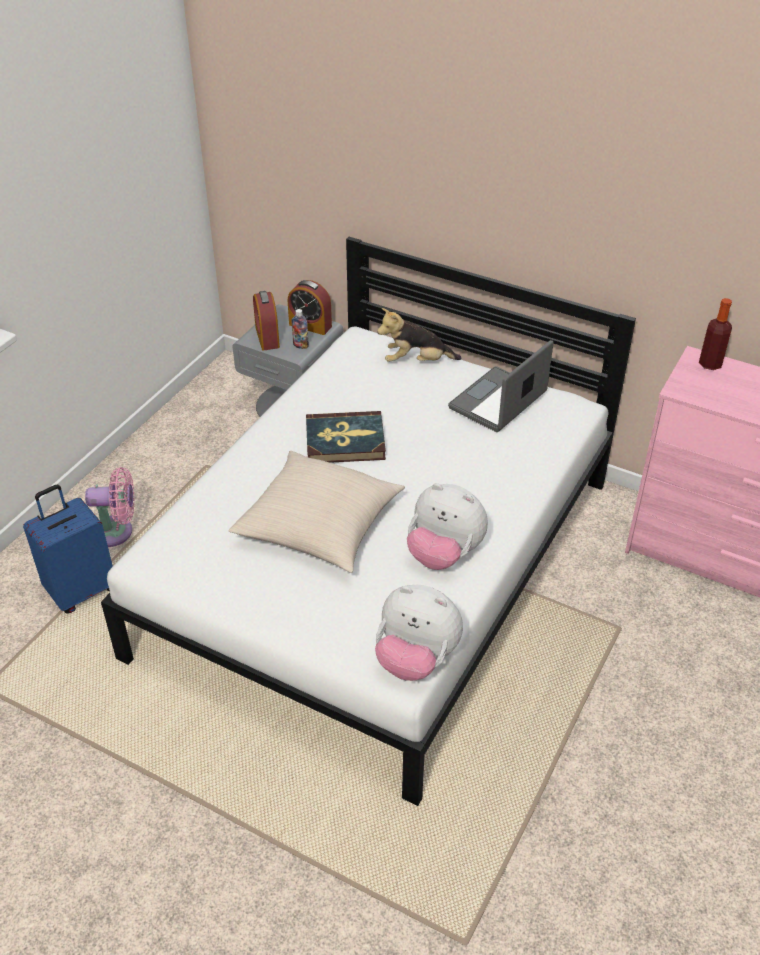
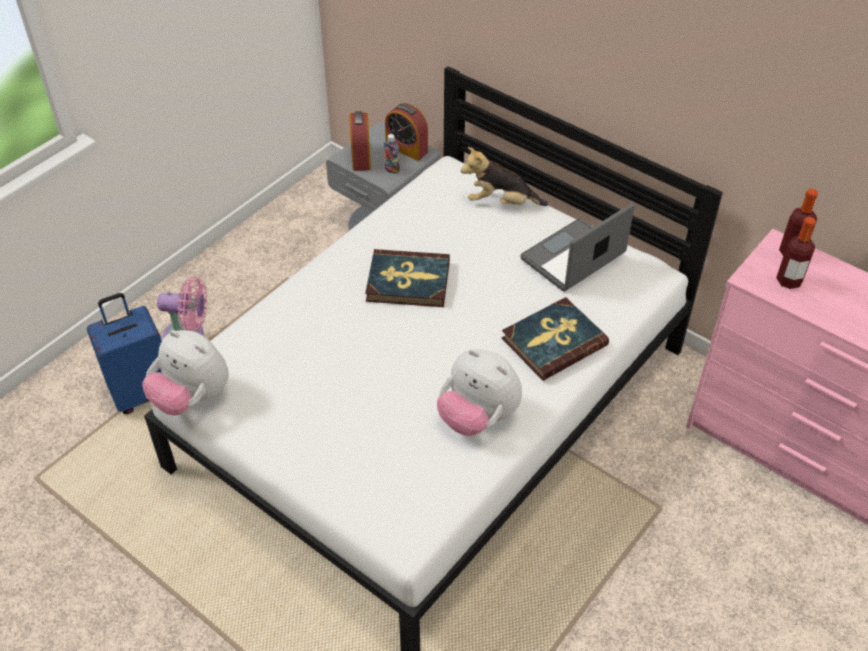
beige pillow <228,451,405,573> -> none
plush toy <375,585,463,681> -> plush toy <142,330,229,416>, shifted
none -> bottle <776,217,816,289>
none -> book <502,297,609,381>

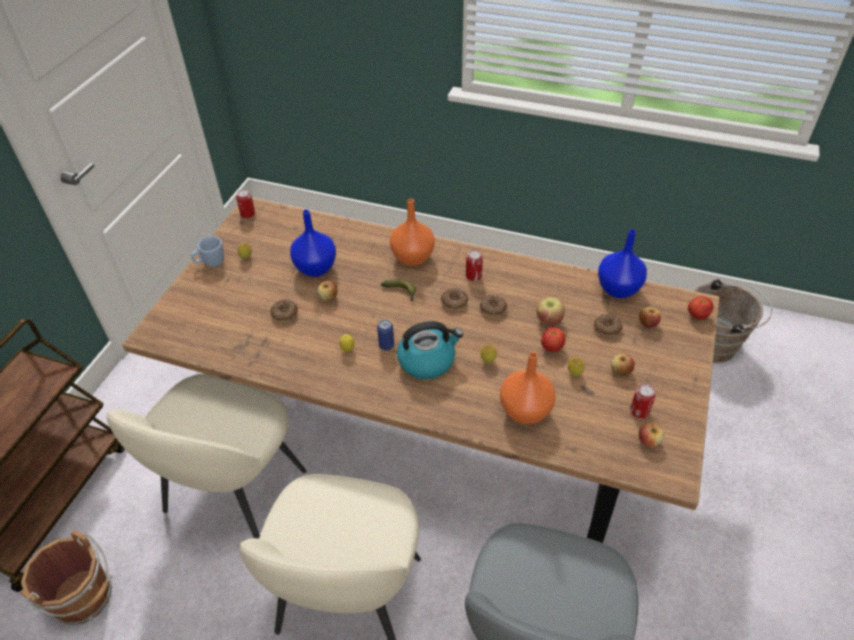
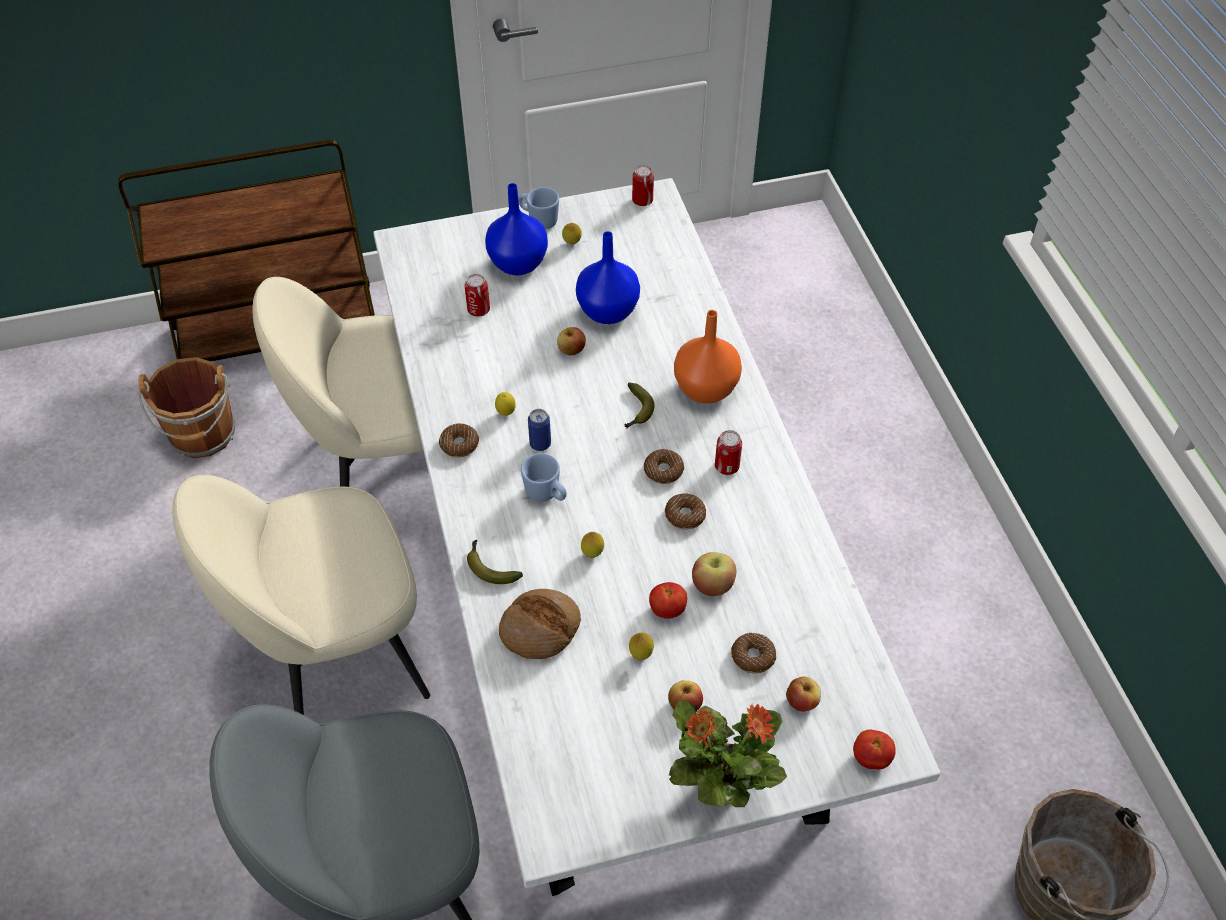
brown dining table <122,198,719,543> -> white dining table <373,178,940,896>
blue vase <598,229,647,298> -> blue vase <485,183,548,276>, shifted
donut <270,299,298,322> -> donut <439,423,479,458>, shifted
kettle <397,321,463,379> -> blue mug <521,453,567,502>
orange vase <500,352,556,425> -> bread <499,589,581,659>
can <630,384,656,418> -> can <465,274,490,317>, shifted
apple <639,423,664,447> -> none
none -> banana <467,540,523,584>
none -> potted plant <669,700,787,807>

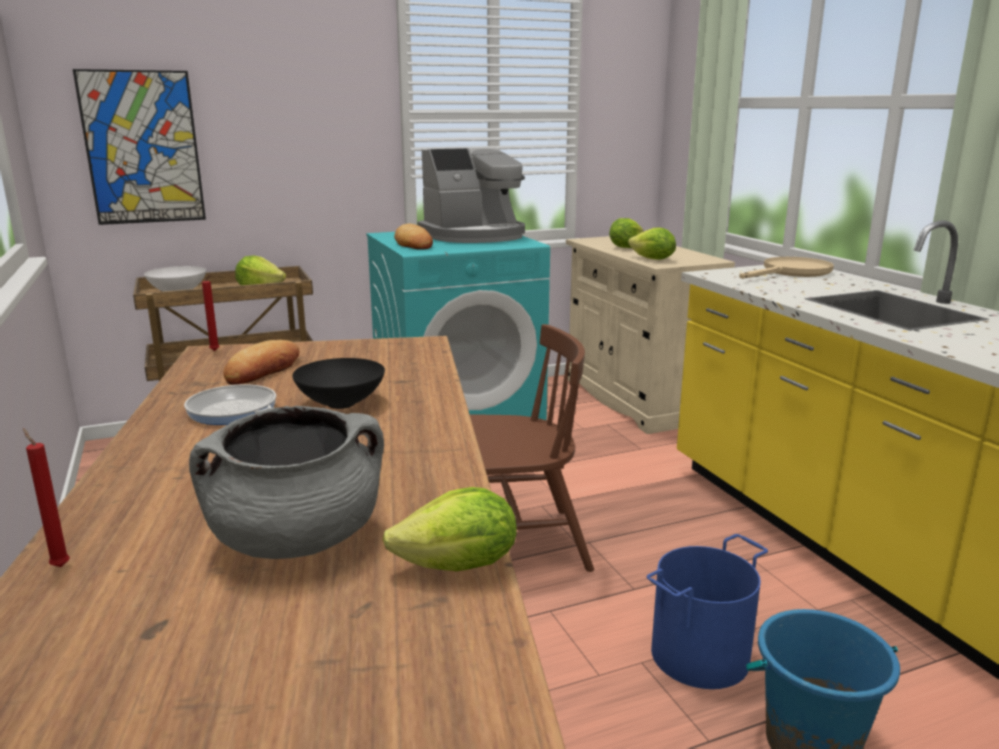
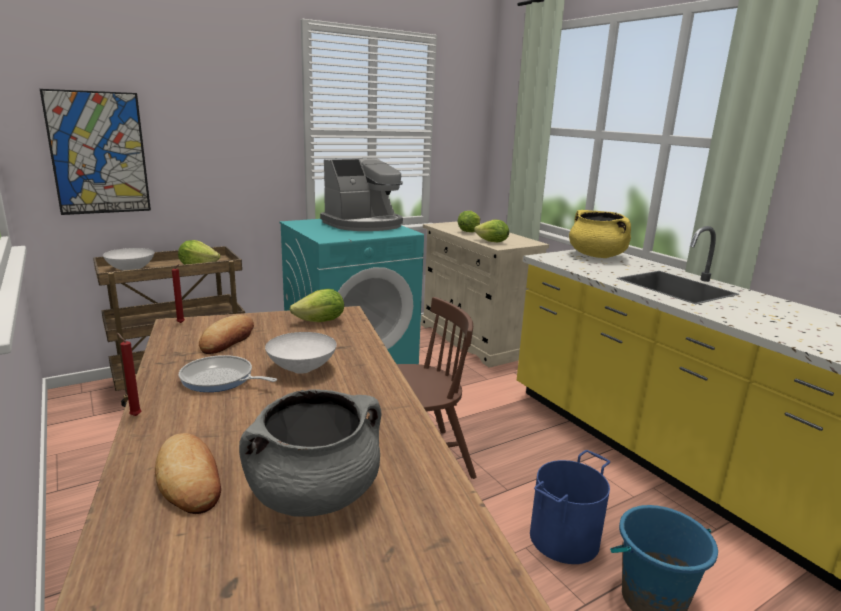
bread <394,224,433,250> -> bread <155,433,221,514>, shifted
beige frying pan <739,257,834,279> -> yellow cooking pot <569,210,631,258>
black bowl <292,358,385,409> -> white bowl <265,332,337,374>
red candle <23,428,70,567> -> red candle <117,333,141,416>, shifted
lettuce <383,487,517,571> -> lettuce <290,289,344,322>, shifted

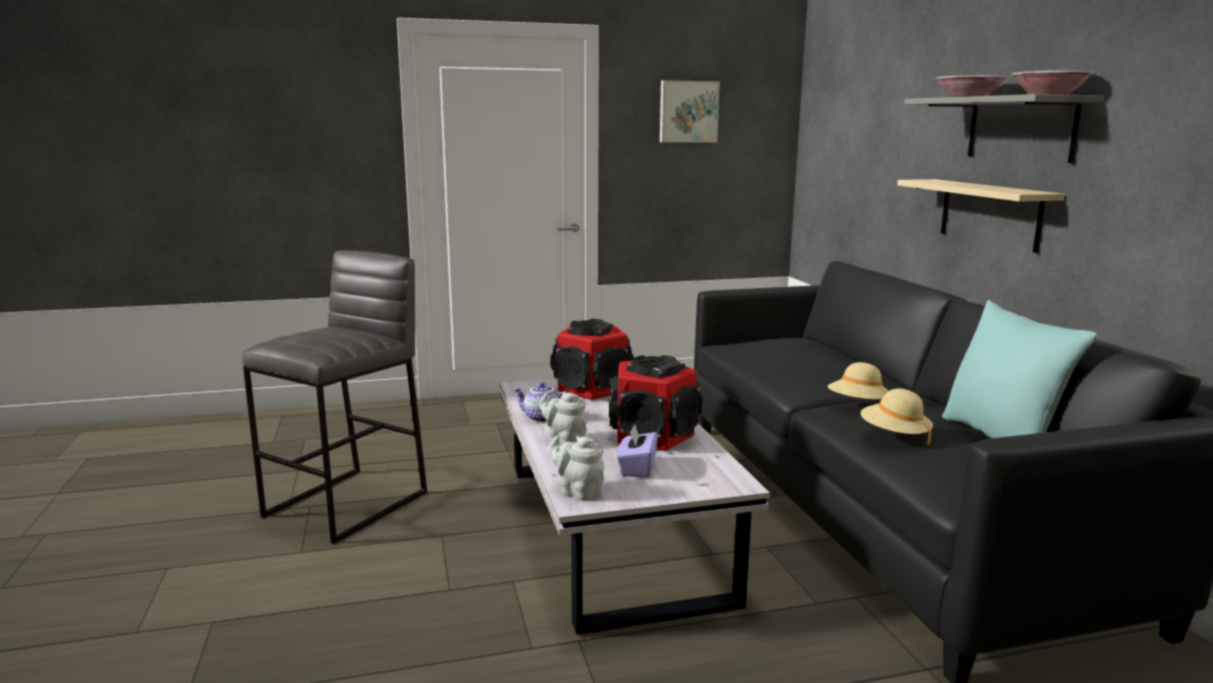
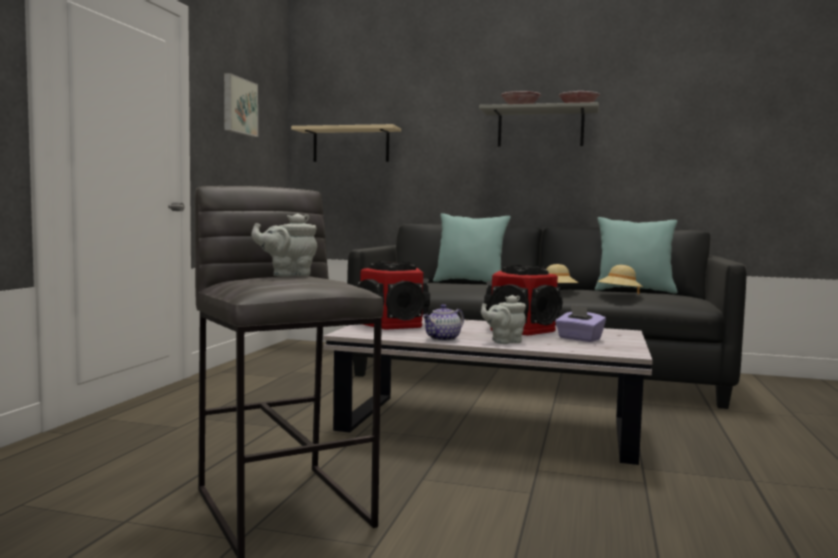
beige shelf <897,179,1065,253> -> beige shelf <291,124,401,162>, shifted
grey teapot <549,436,604,500> -> grey teapot <251,213,317,277>, shifted
none -> turquoise pillow <433,213,511,282>

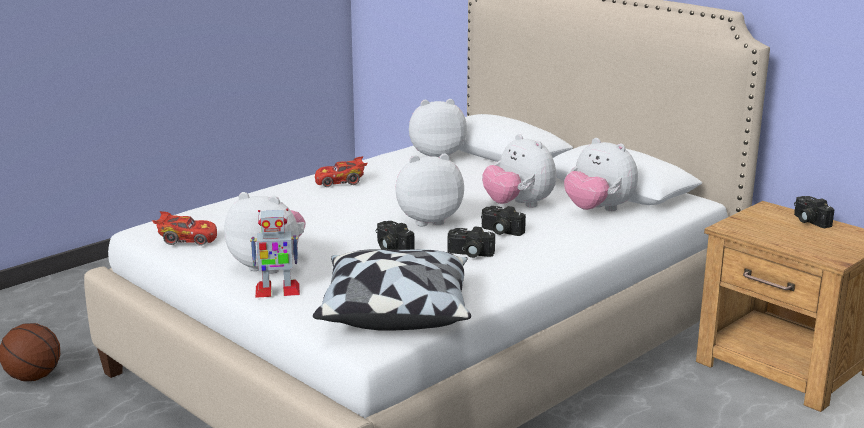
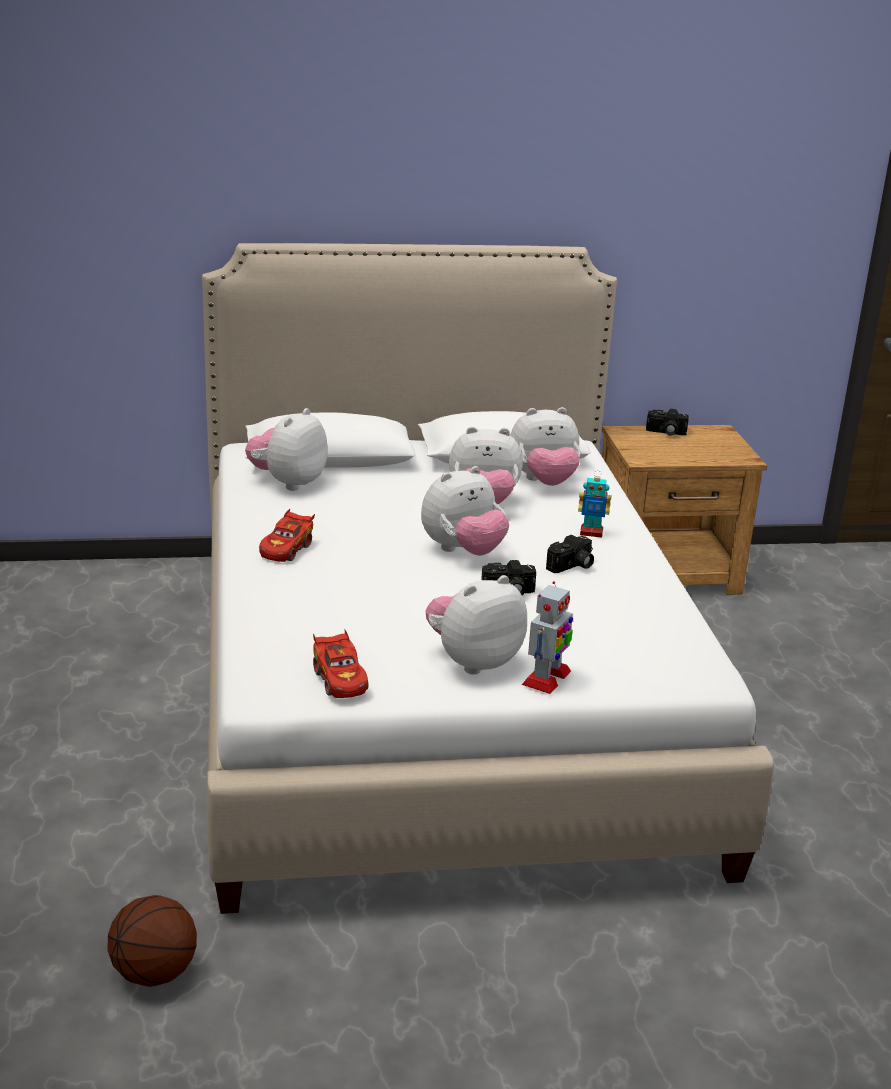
plush toy <395,153,464,226> -> plush toy <421,466,509,556>, 150 degrees counterclockwise
photo camera <481,206,526,236> -> none
red toy car <152,211,217,246> -> red toy car <313,630,368,698>, 120 degrees clockwise
pillow <313,249,471,331> -> none
none -> toy robot <578,470,611,538>

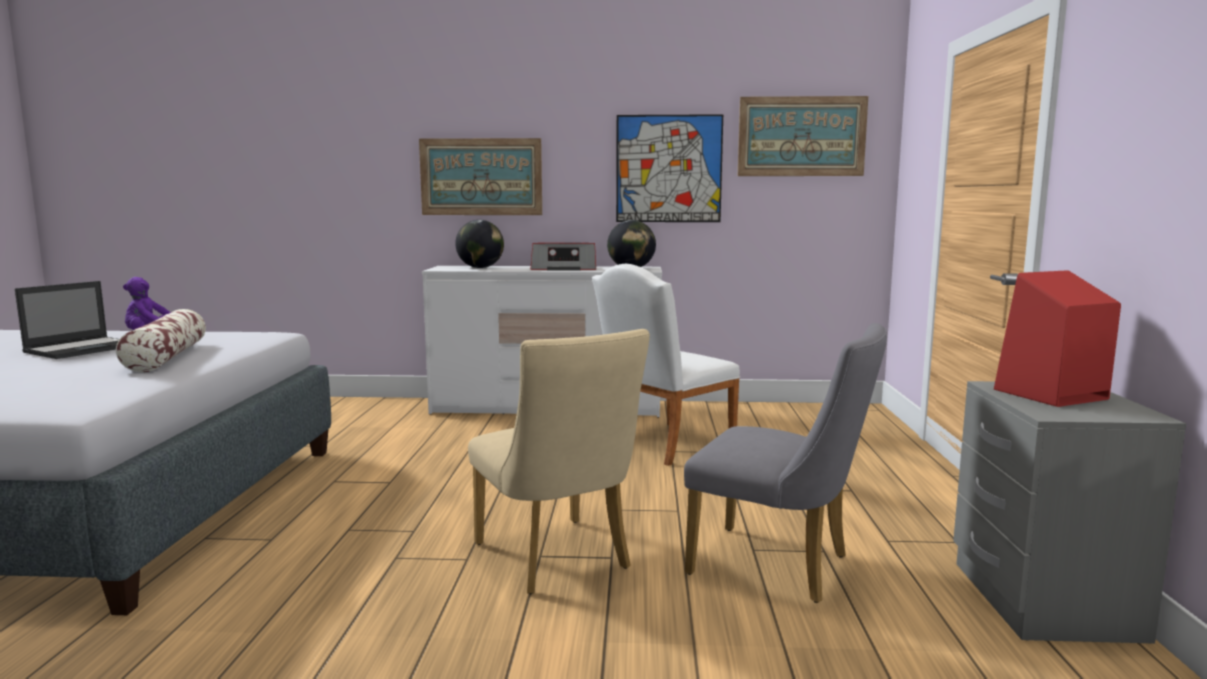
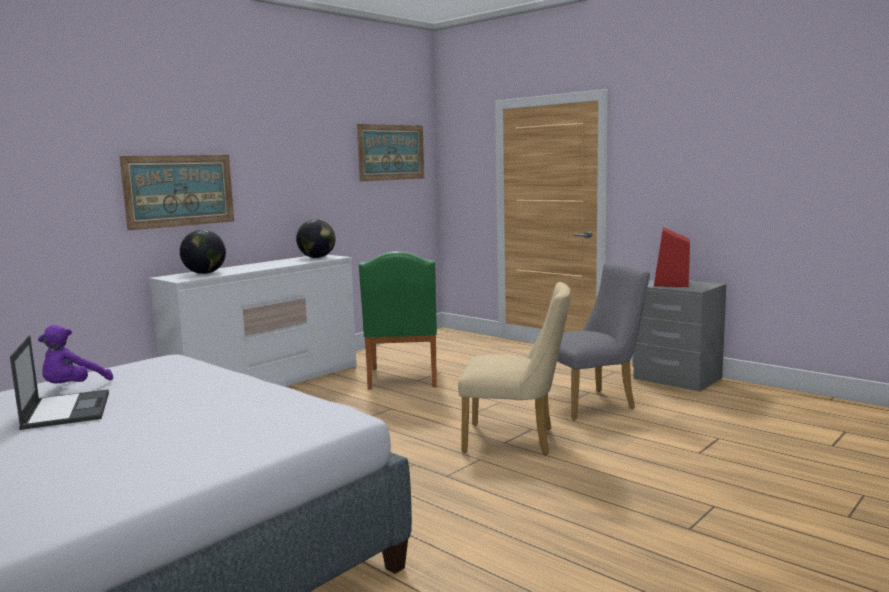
picture <616,114,723,222> -> none
radio <531,243,596,270> -> none
white chair <592,264,740,466> -> green chair <359,251,437,390>
pillow <116,309,206,372> -> none

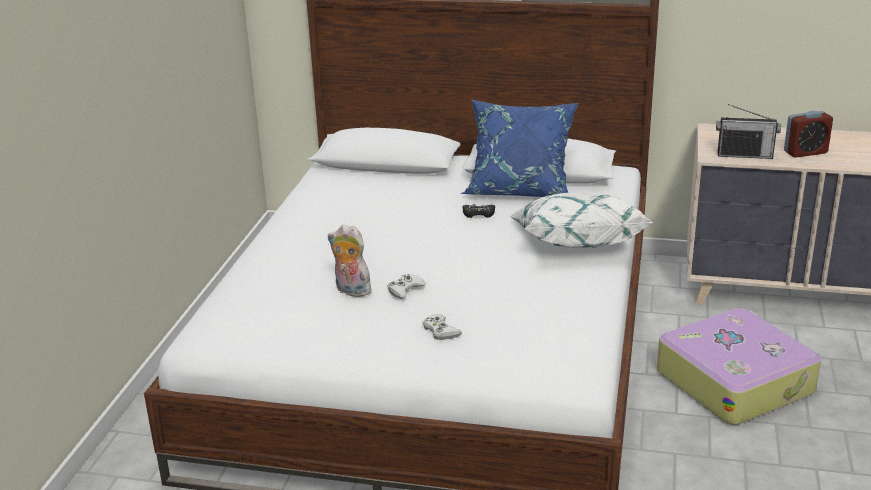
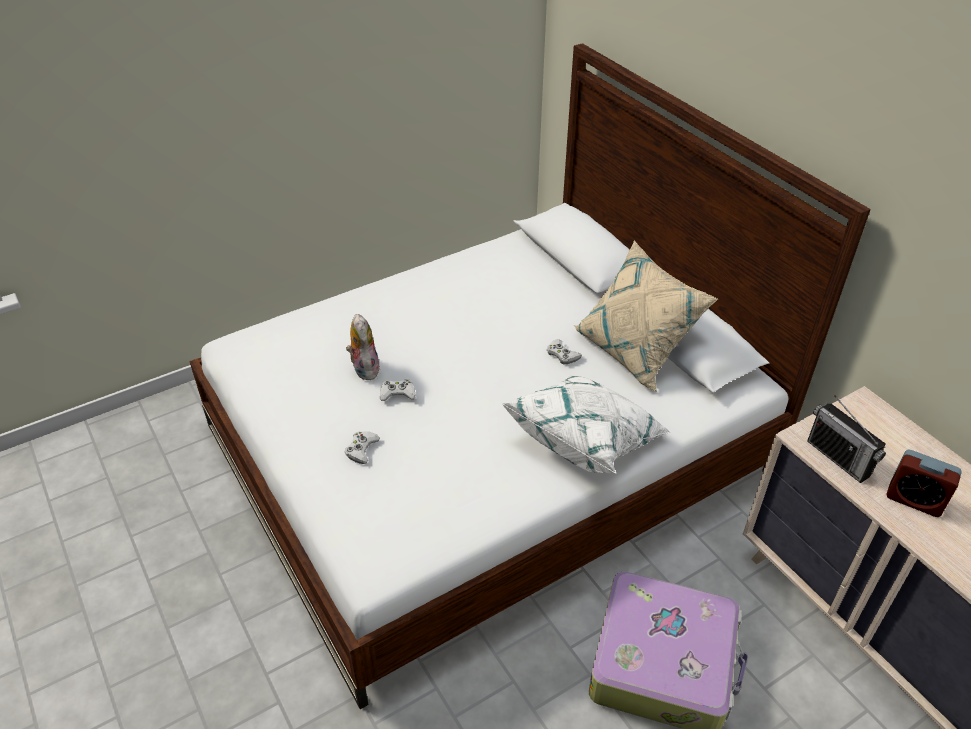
blue pillow <461,99,578,197> -> beige pillow <574,241,718,392>
black game controller <463,204,495,218> -> white game controller <547,339,582,364>

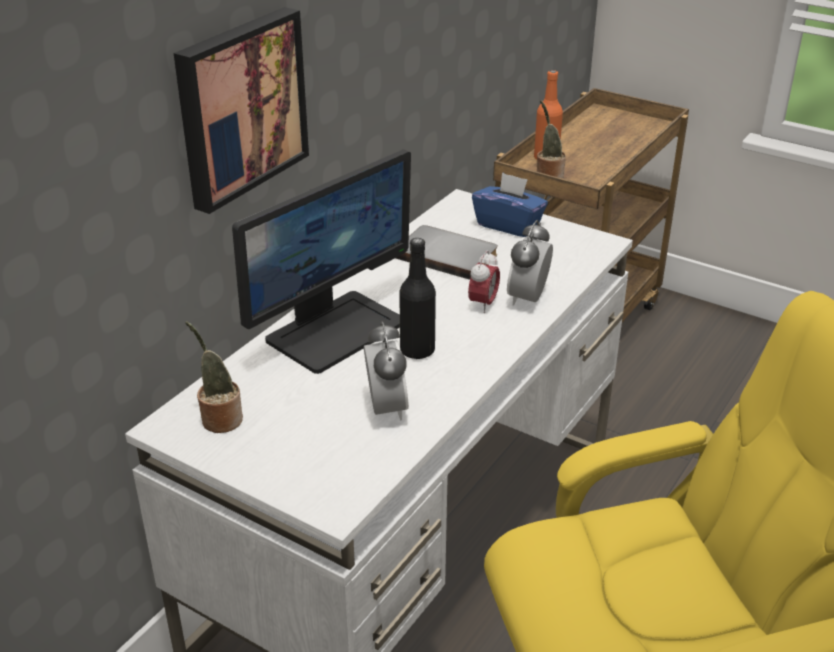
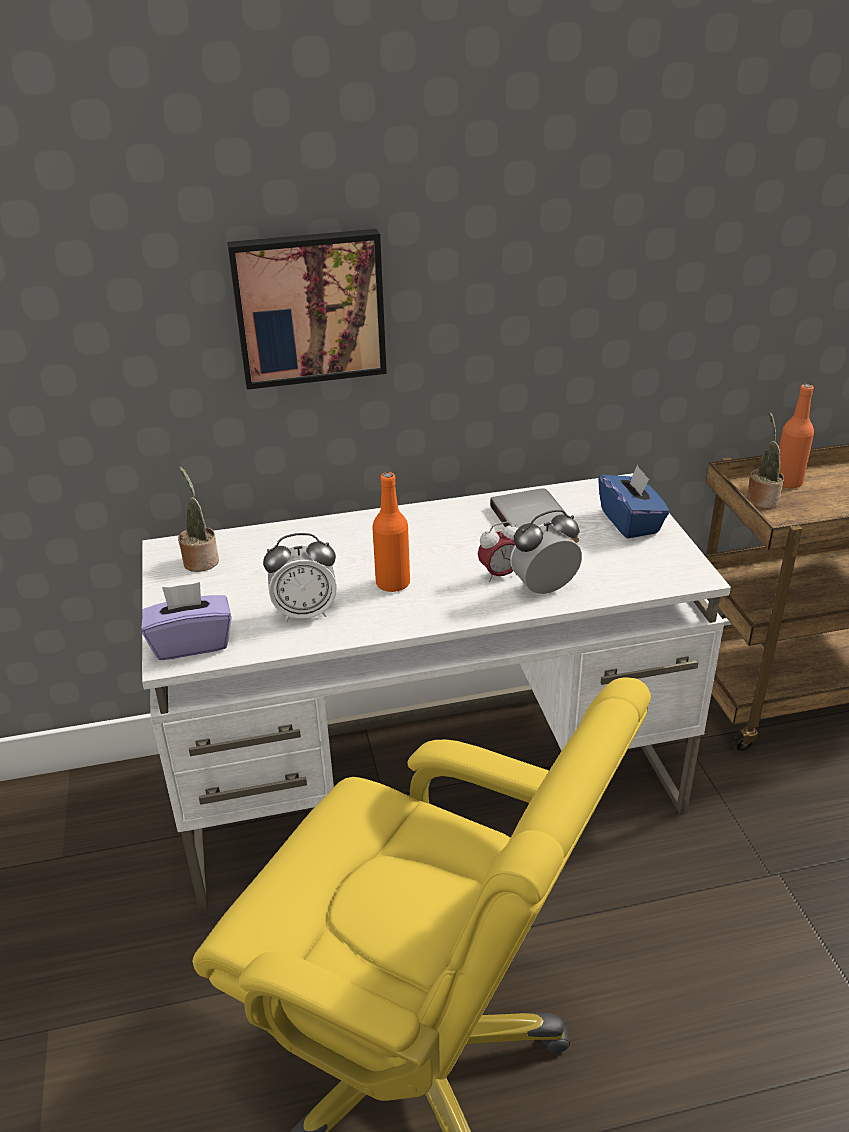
monitor <232,149,411,374> -> none
black bottle <399,238,436,359> -> orange bottle <372,472,410,592>
alarm clock <364,321,409,421> -> alarm clock <263,533,337,622>, 45 degrees clockwise
none -> purple tissue box <142,582,231,660>

